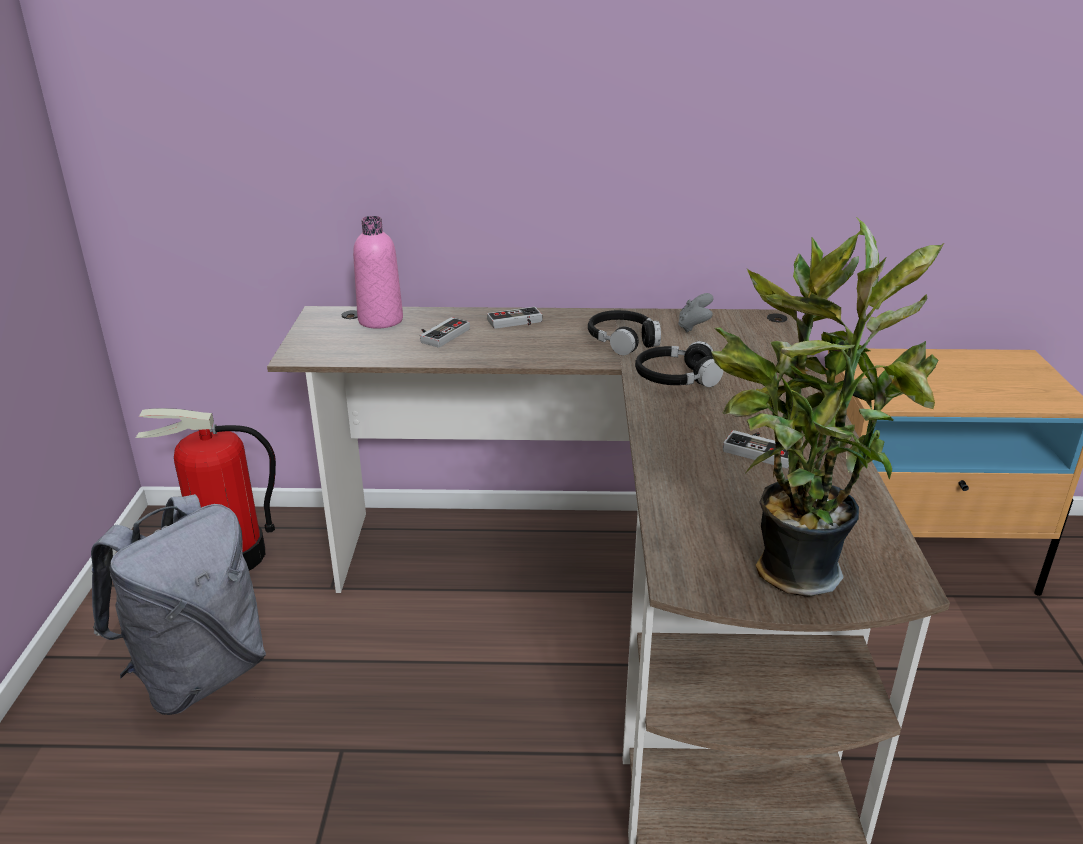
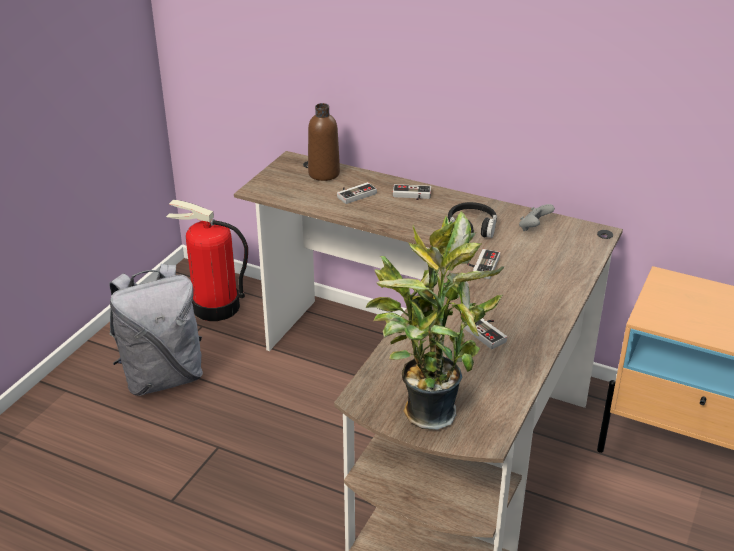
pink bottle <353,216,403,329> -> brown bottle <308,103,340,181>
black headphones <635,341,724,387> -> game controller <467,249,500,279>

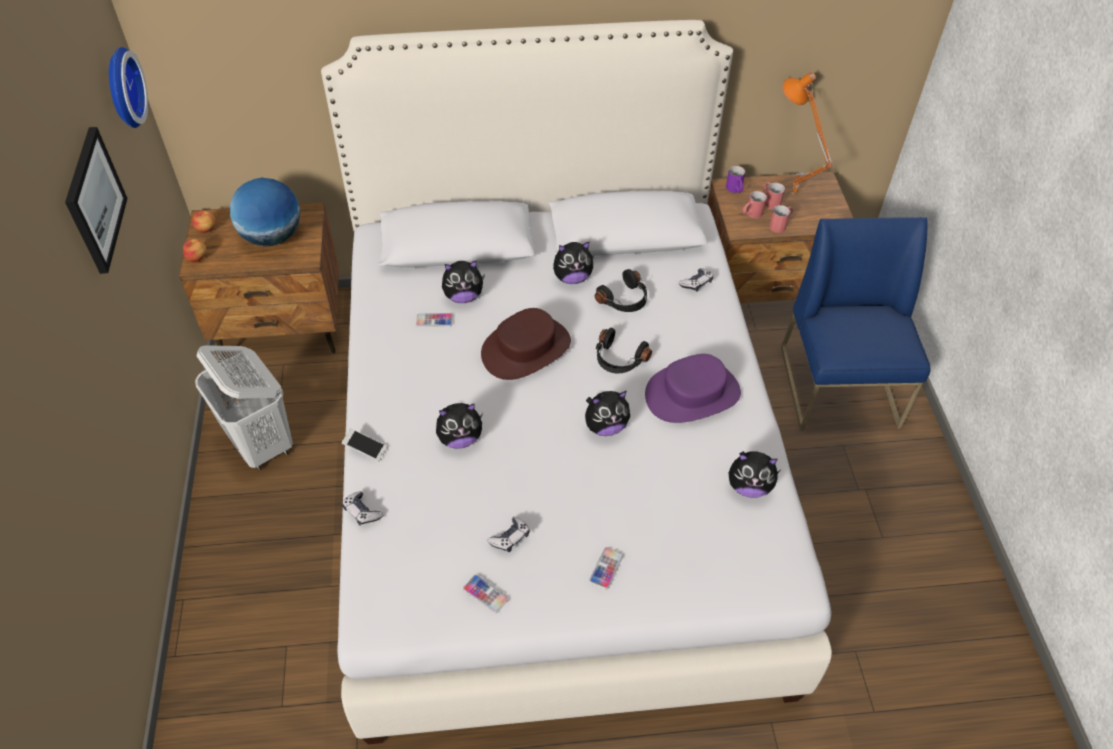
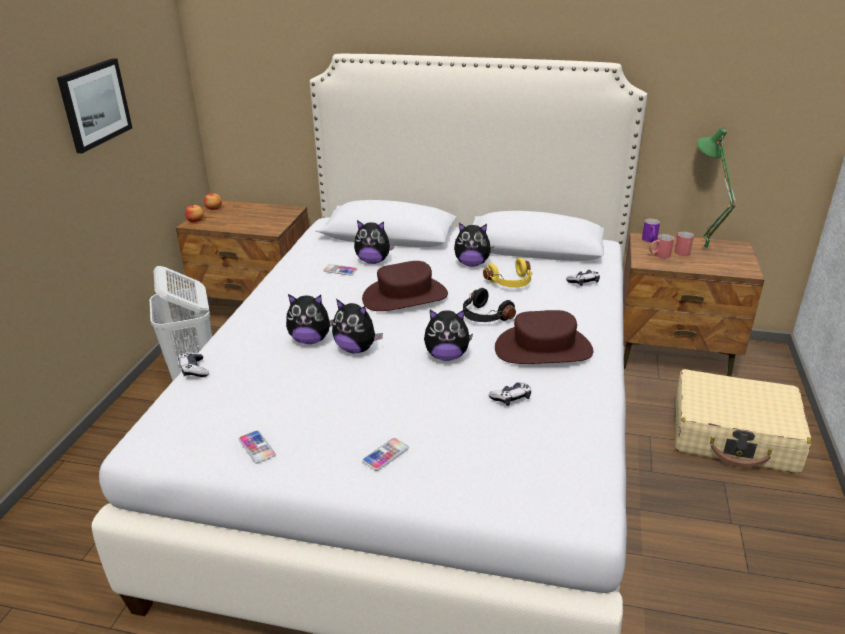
wall clock <109,47,148,128> -> none
orange table lamp <783,72,833,196> -> green table lamp <697,127,736,250>
globe <230,177,300,247> -> none
red mug <769,205,793,233> -> none
blue chair <781,217,930,431> -> beige suitcase <675,369,812,473>
black headphones <595,269,647,312> -> yellow headphones <483,258,533,288>
purple hat <645,354,741,423> -> brown hat <495,310,593,364>
phone <342,428,388,462> -> none
plush toy <728,451,780,498> -> plush toy <332,299,383,353>, shifted
game controller <487,517,530,552> -> game controller <489,382,531,406>, shifted

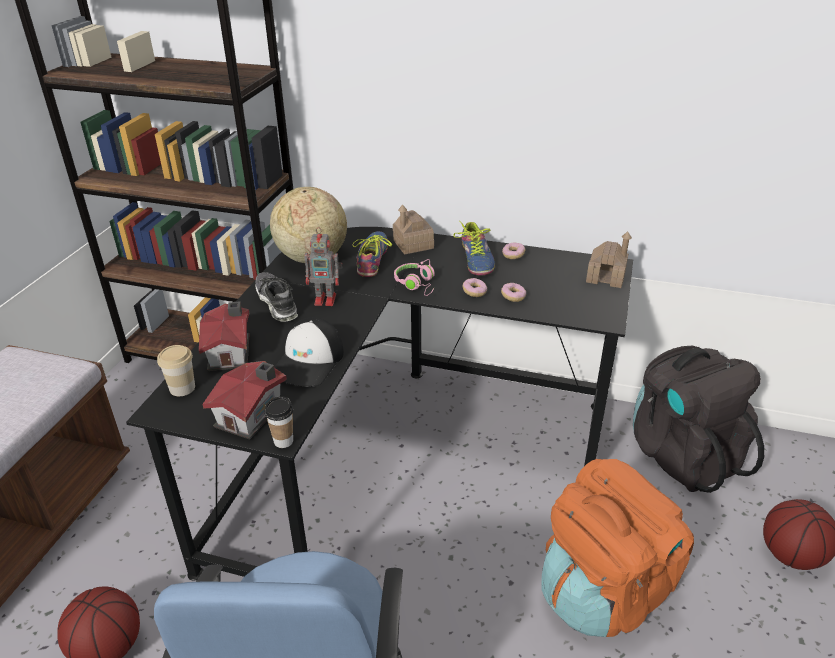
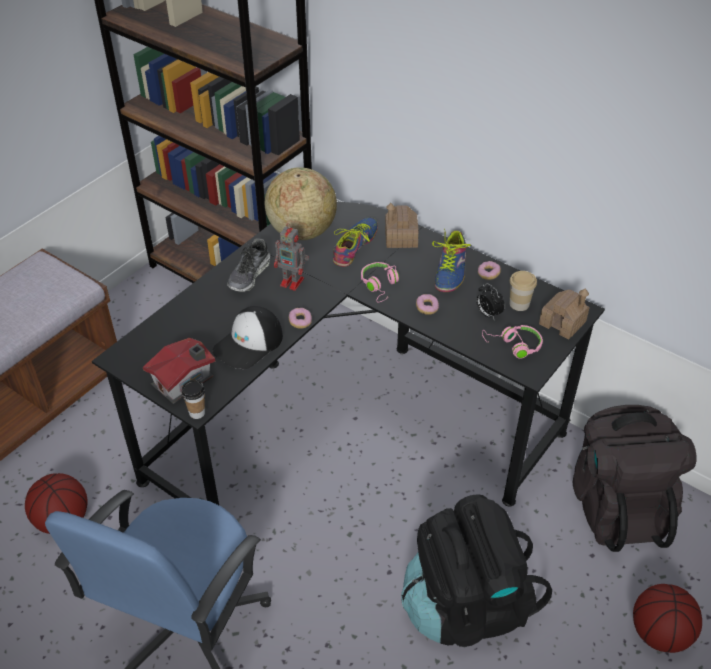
shoe <255,272,298,322> -> shoe <227,239,270,292>, 150 degrees counterclockwise
donut <501,283,526,302> -> donut <289,308,312,329>, shifted
toy house <199,301,250,371> -> none
cup <157,345,195,396> -> cup <509,271,537,311>, shifted
orange backpack <541,459,694,637> -> black backpack <401,494,552,647>
none -> alarm clock <476,283,505,320>
none -> pink headphones <482,325,543,359>

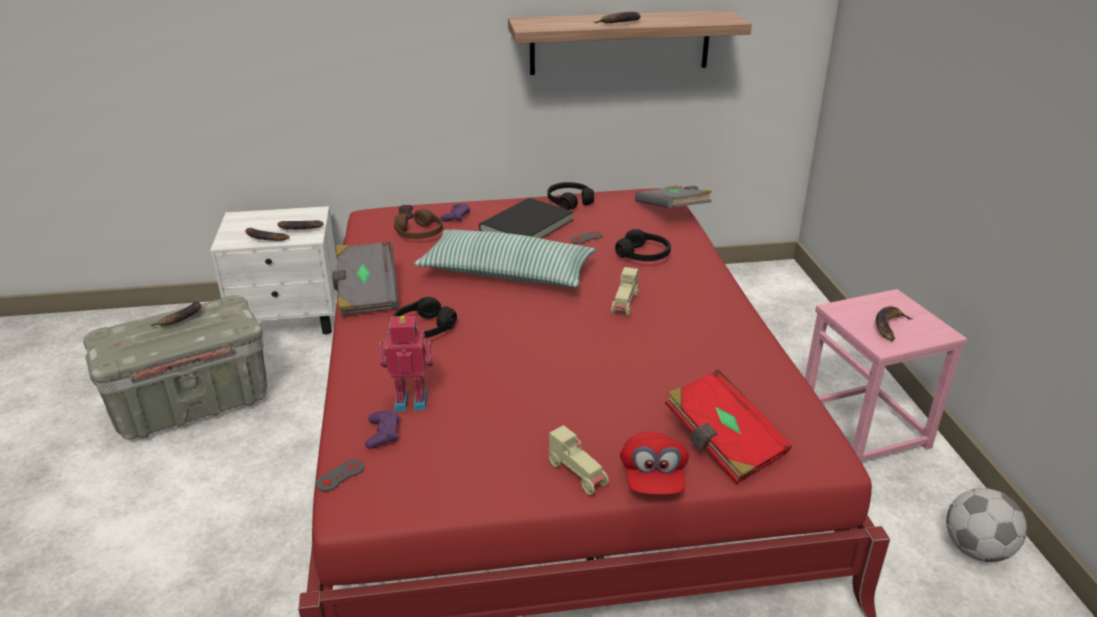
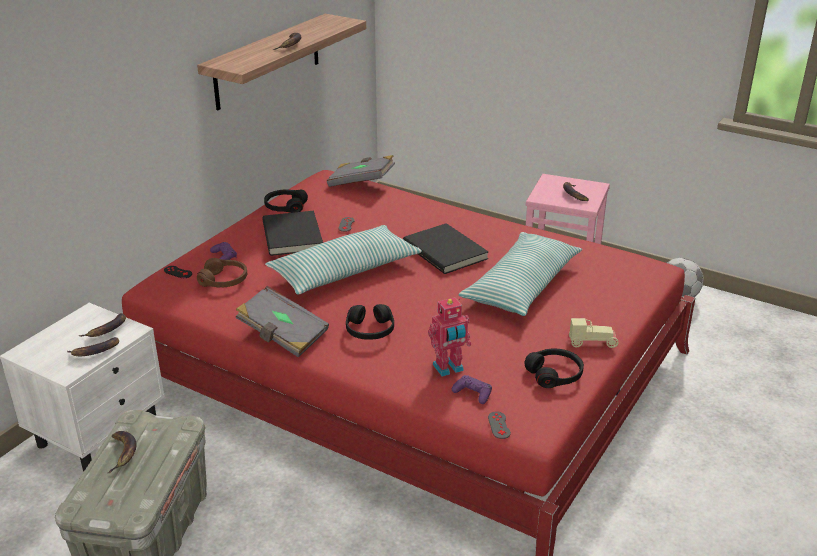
black headphones <615,229,671,261> -> black headphones <525,348,584,388>, shifted
beige toy car <611,267,638,316> -> black book <403,223,488,274>
toy robot <379,316,433,411> -> toy robot <428,297,471,377>, 150 degrees counterclockwise
red book <665,369,792,484> -> none
red cap <620,432,689,494> -> none
none -> pillow <458,232,582,316>

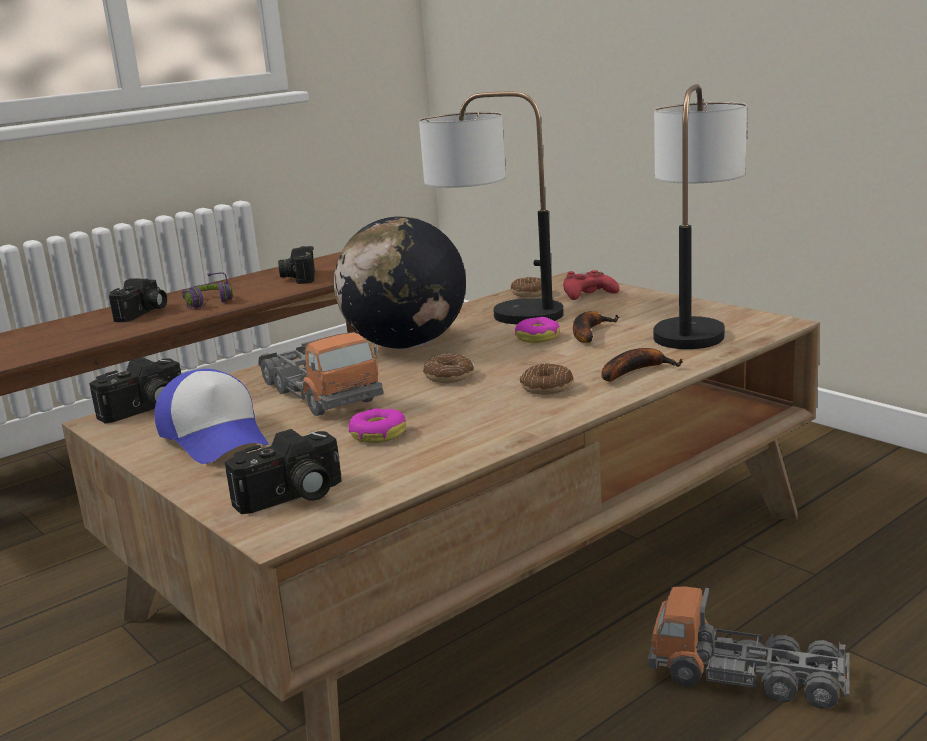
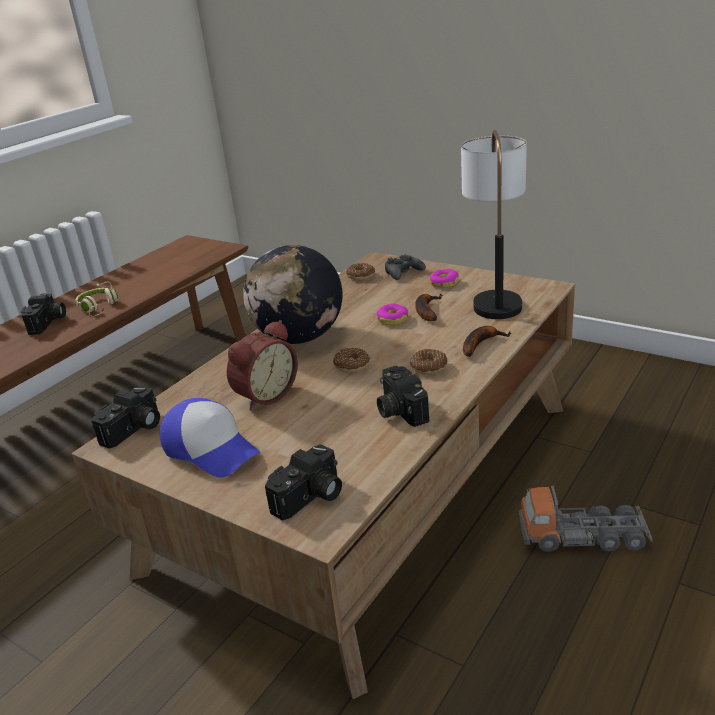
table lamp <419,91,564,324> -> none
photo camera <278,246,315,284> -> photo camera <377,366,429,427>, shifted
red game controller <563,270,619,300> -> black game controller <385,254,426,280>
purple headphones <182,272,233,309> -> beige headphones <76,282,118,317>
toy truck <258,332,383,416> -> alarm clock <227,320,298,410>
donut <349,409,406,443> -> donut <429,269,459,288>, shifted

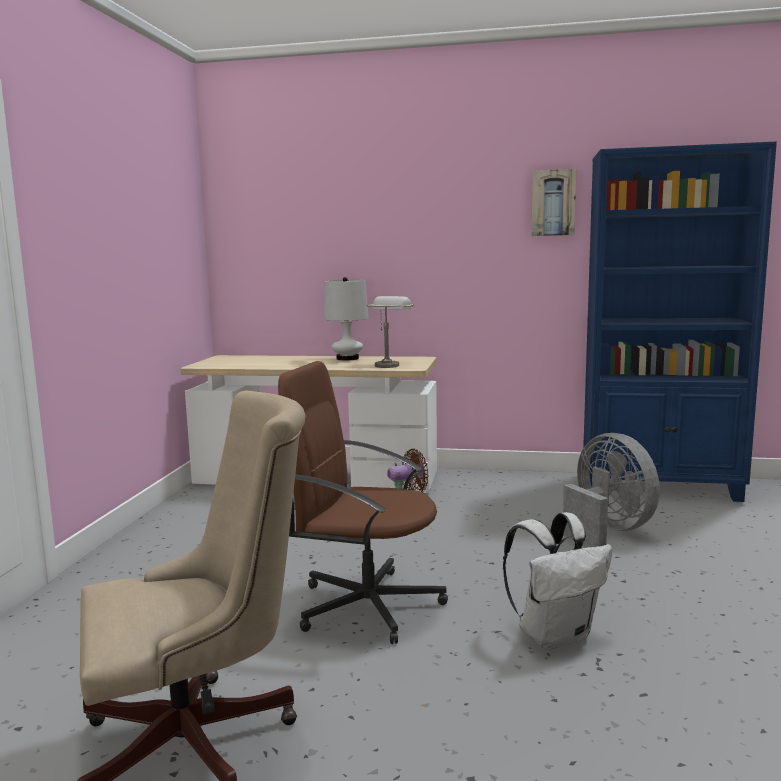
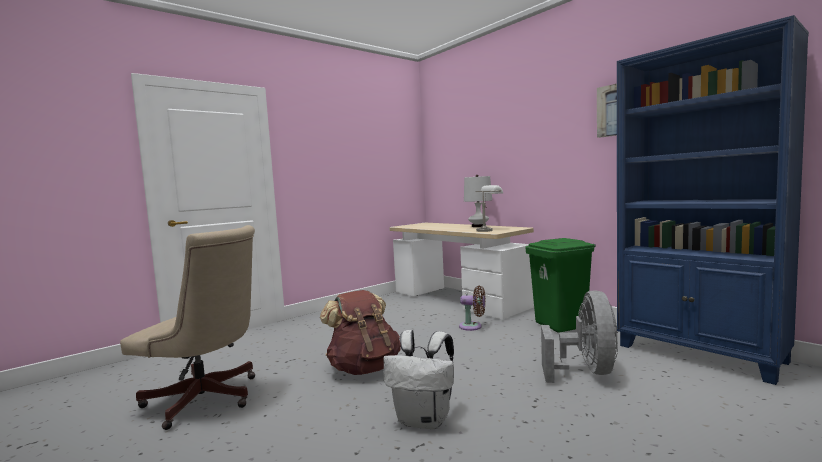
brown office chair <278,361,448,644> -> brown backpack <320,290,401,375>
none -> green trash can <525,238,596,333>

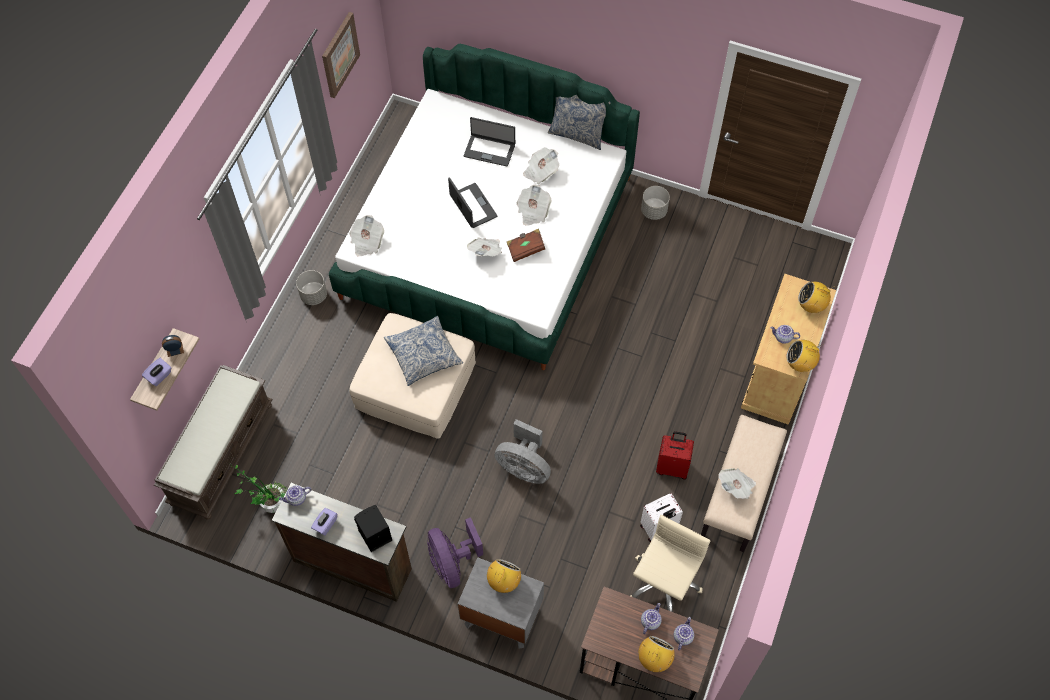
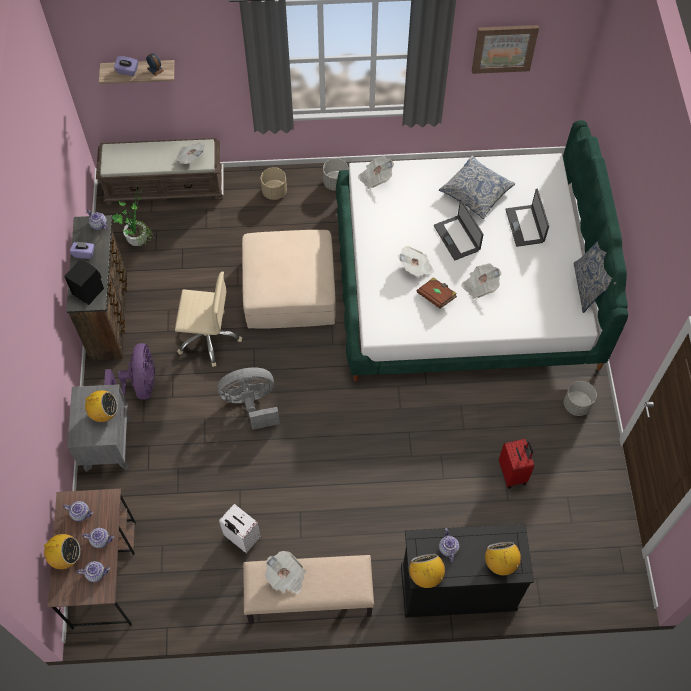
newspaper <523,147,559,184> -> newspaper <175,143,205,164>, shifted
laptop <448,177,498,228> -> laptop <434,199,484,260>, 120 degrees clockwise
beige cabinet <741,274,836,425> -> black cabinet <401,524,534,618>
pillow <384,316,463,386> -> pillow <439,156,515,219>, shifted
grey fan <494,419,551,484> -> grey fan <218,368,280,430>, 75 degrees clockwise
red suitcase <656,431,694,479> -> red suitcase <499,439,534,489>, shifted
beige office chair <631,515,710,612> -> beige office chair <175,271,242,367>, shifted
purple fan <427,517,483,588> -> purple fan <104,343,155,400>, 135 degrees clockwise
none -> beige planter <261,167,287,200>
none -> teapot <63,501,93,521>

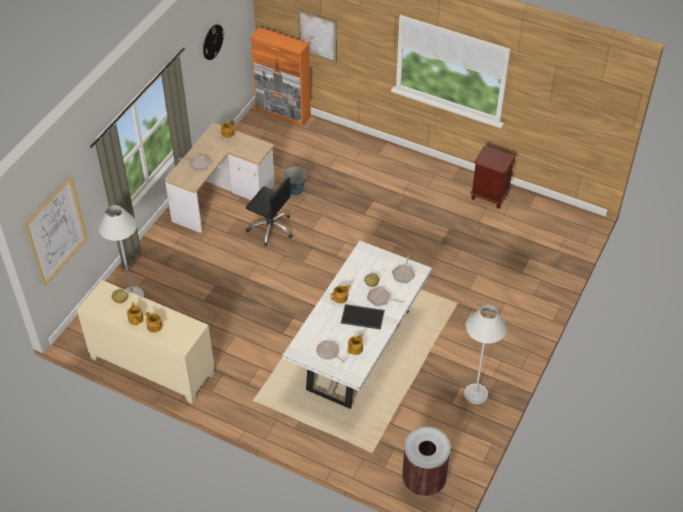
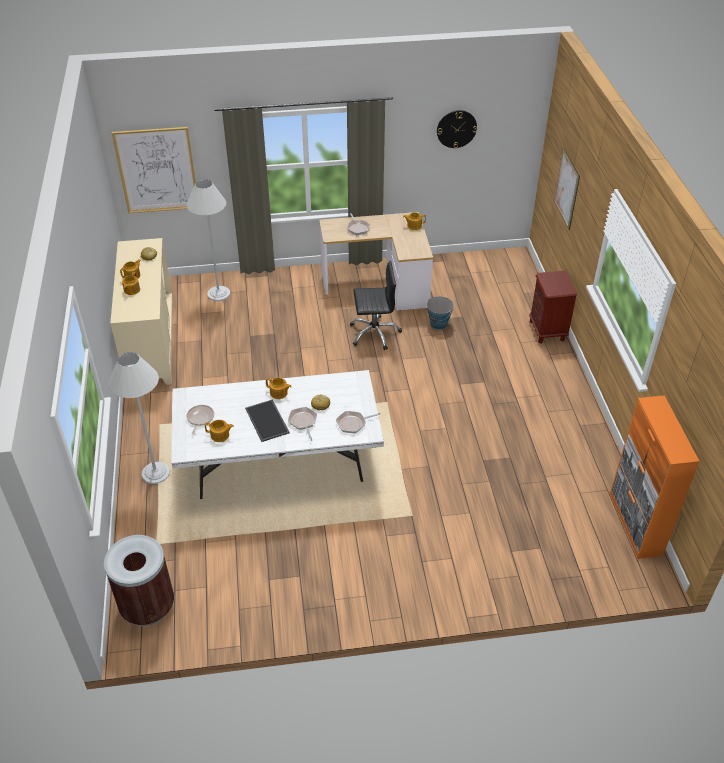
orange cabinet <251,27,311,126> -> orange cabinet <610,395,700,559>, shifted
brown nightstand <471,146,516,209> -> brown nightstand <529,270,577,344>, shifted
black office chair <246,177,293,247> -> black office chair <350,261,402,350>, 90 degrees counterclockwise
white floor lamp <464,305,507,404> -> white floor lamp <109,352,170,484>, shifted

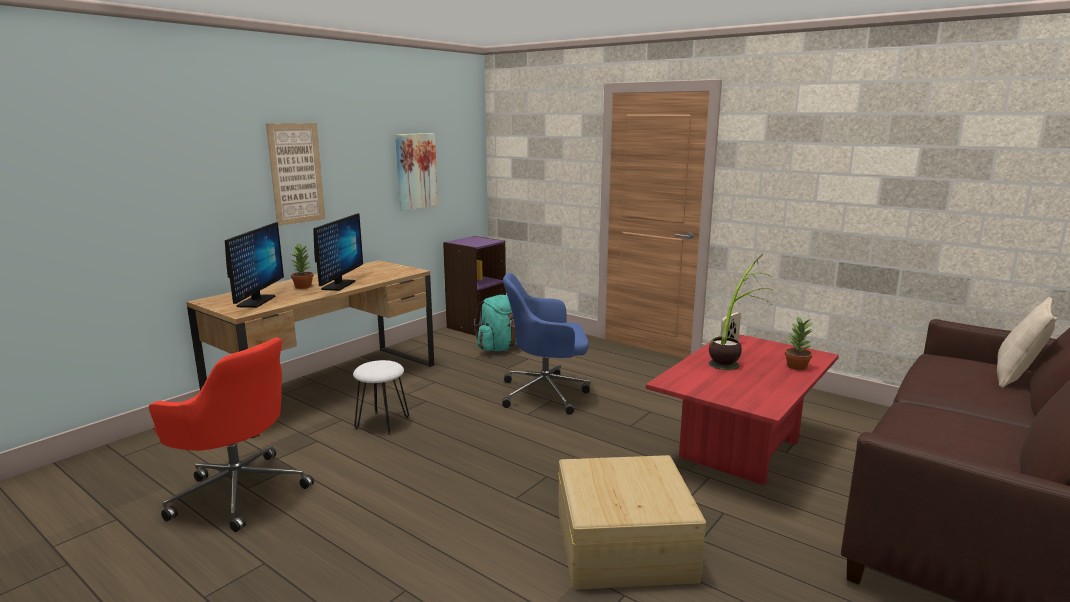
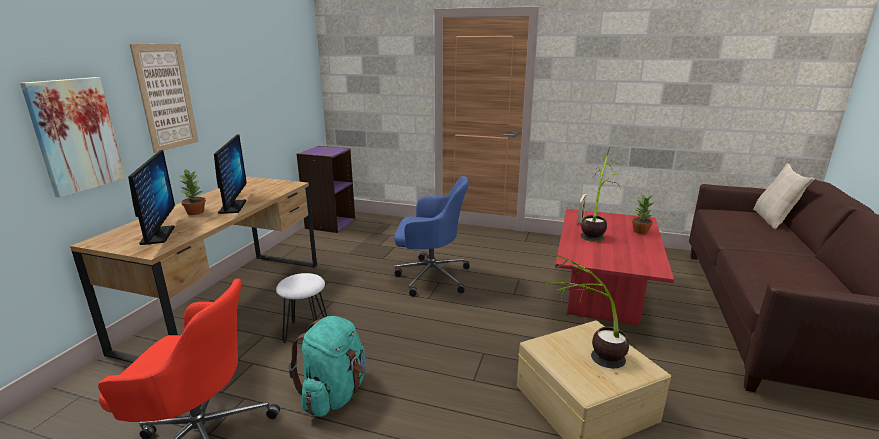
picture <395,133,438,211> -> picture <20,77,125,198>, shifted
blue office chair <502,273,590,415> -> blue office chair <394,176,470,296>, 150 degrees counterclockwise
turquoise backpack <474,295,517,351> -> turquoise backpack <289,316,366,417>, shifted
none -> potted plant <545,254,629,368>

